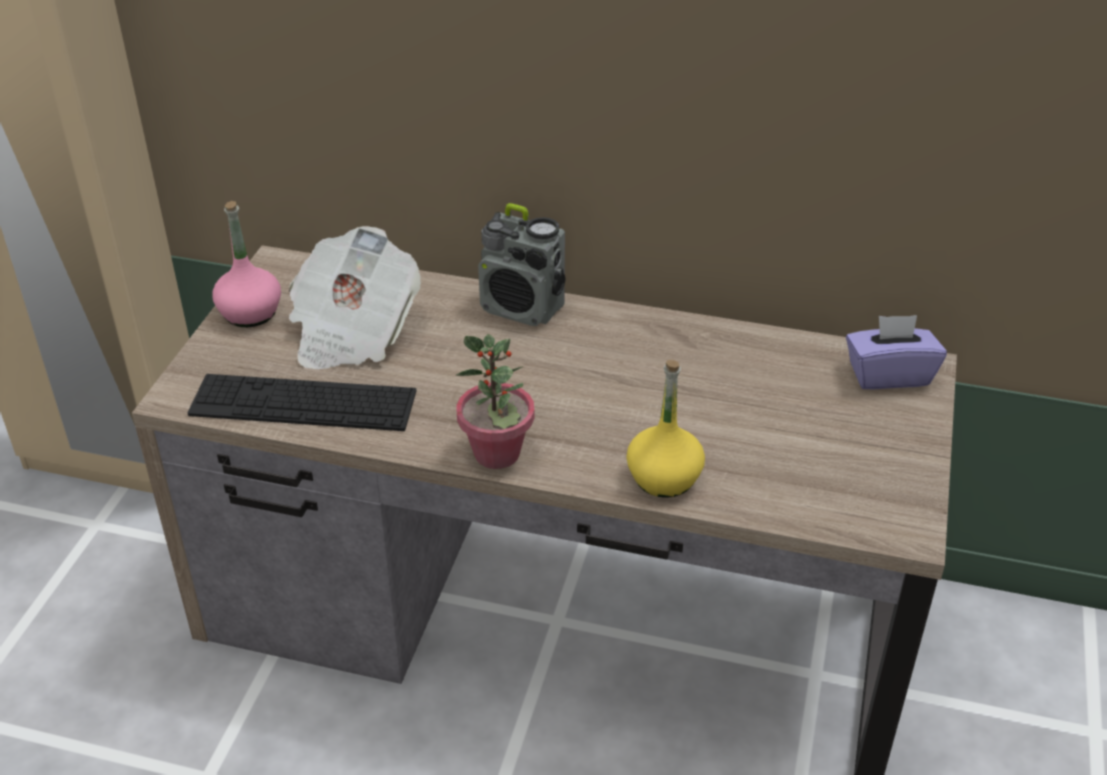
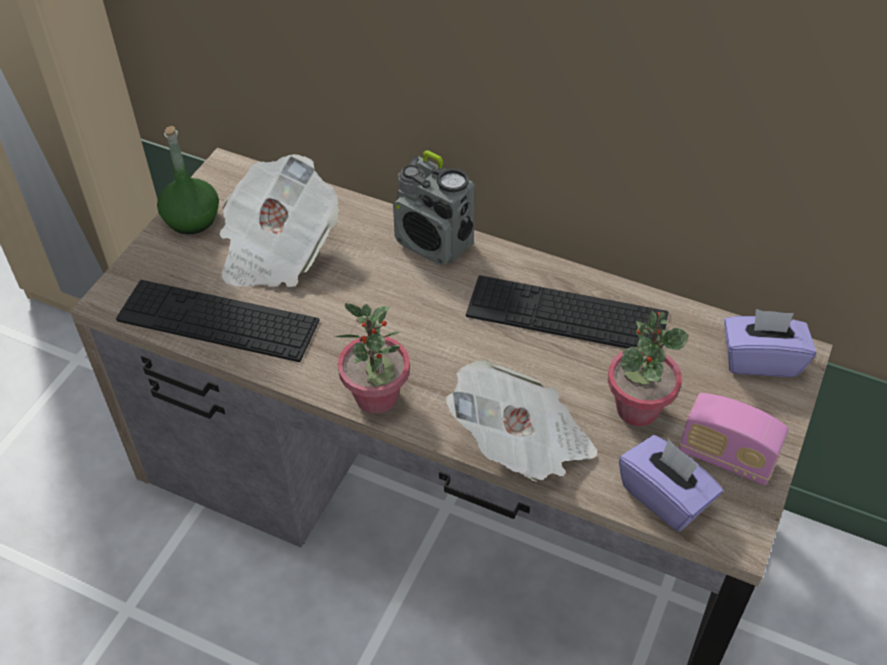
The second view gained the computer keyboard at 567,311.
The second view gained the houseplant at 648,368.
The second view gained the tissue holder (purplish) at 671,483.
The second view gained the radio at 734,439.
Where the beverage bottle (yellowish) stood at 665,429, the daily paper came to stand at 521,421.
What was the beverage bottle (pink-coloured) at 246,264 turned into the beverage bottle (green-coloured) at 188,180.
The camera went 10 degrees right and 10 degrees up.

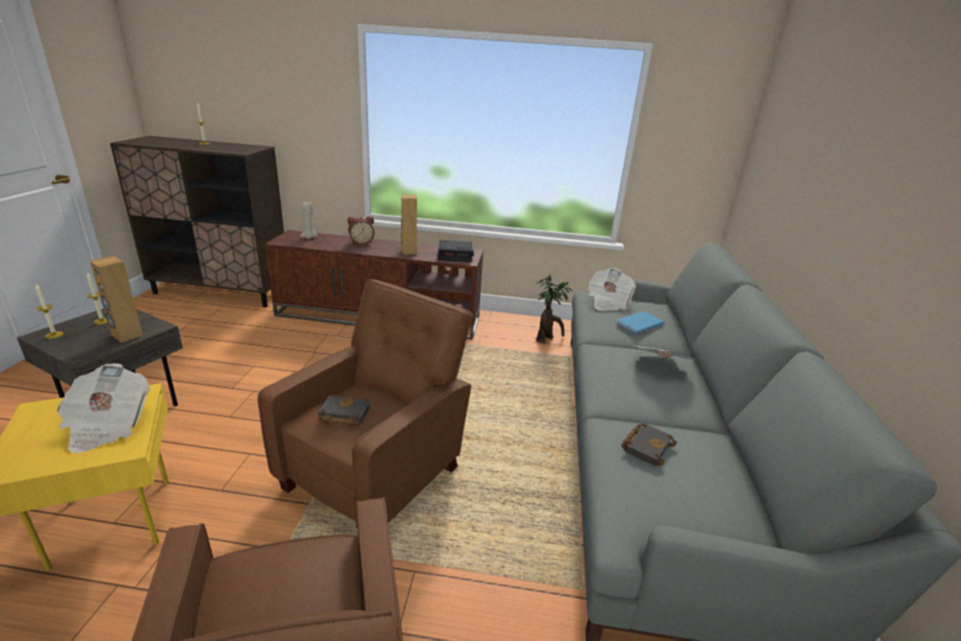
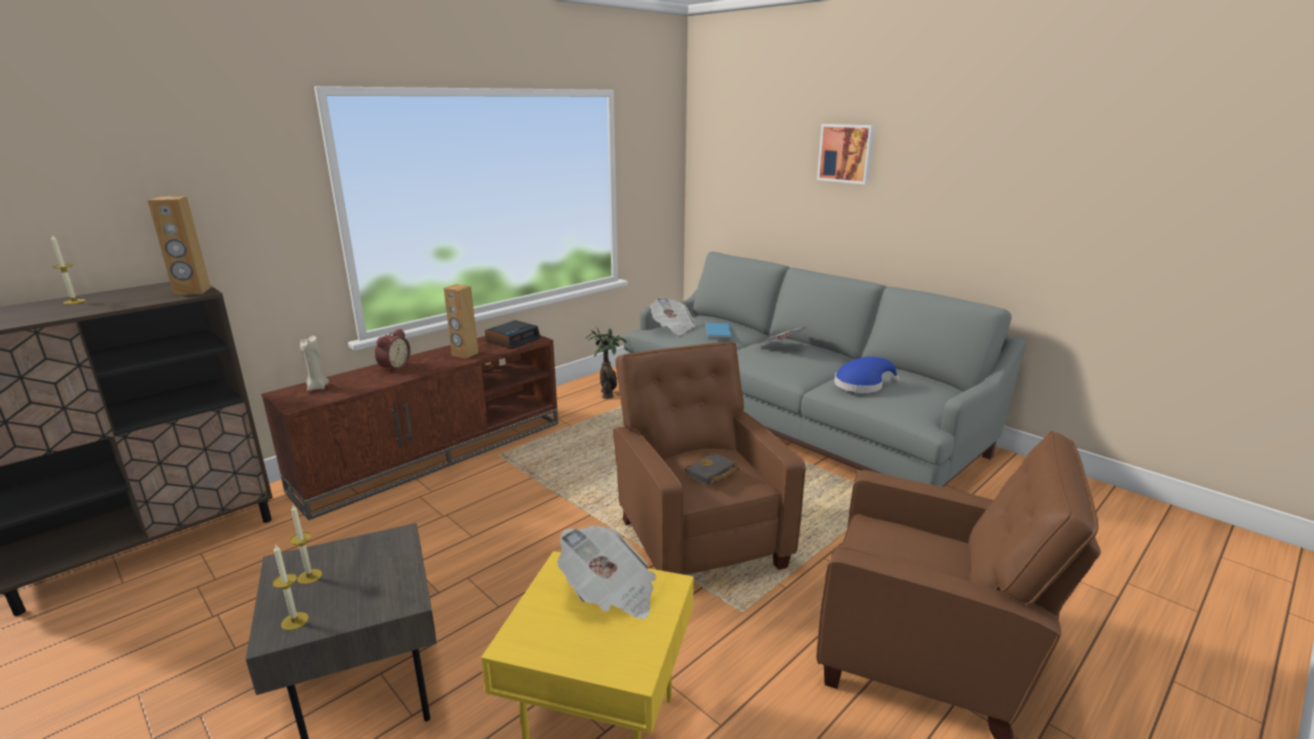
The second view gained the picture at 846,154.
The speaker (brownish) ended up elsewhere, having gone from 116,299 to 179,245.
Where the book (black) stood at 649,445, the wearable hat (blue) came to stand at 866,375.
The camera went 50 degrees left and 5 degrees down.

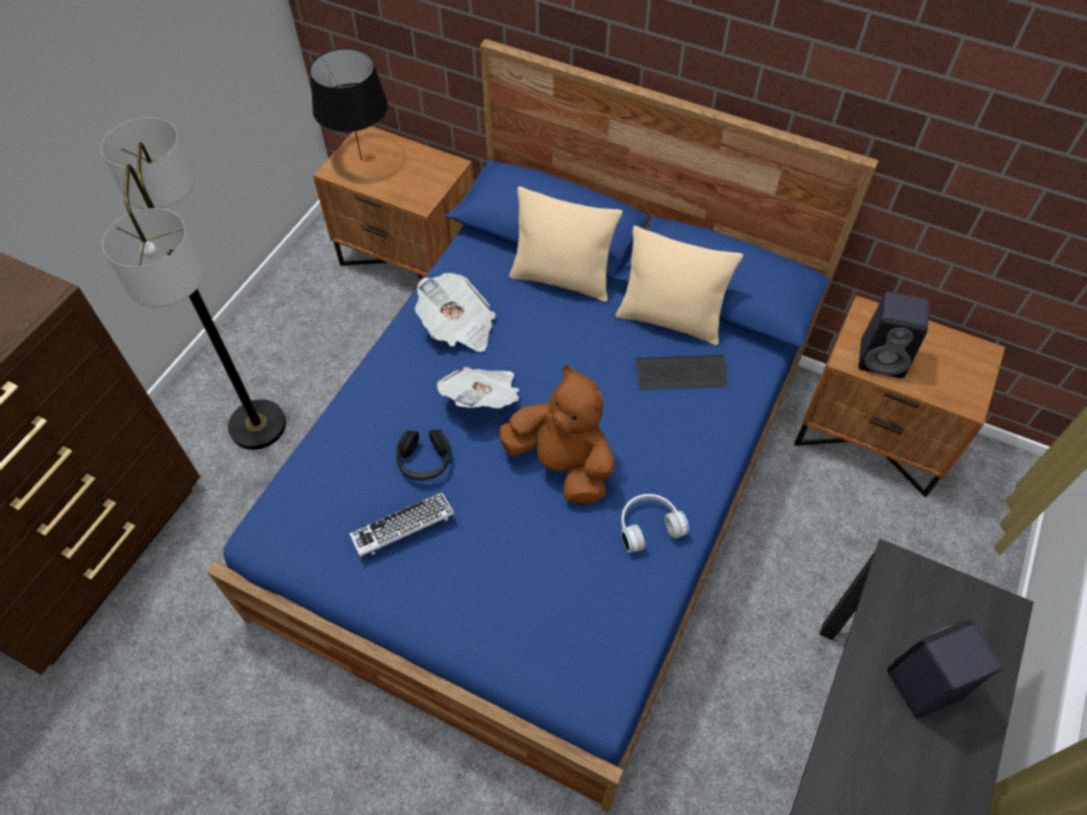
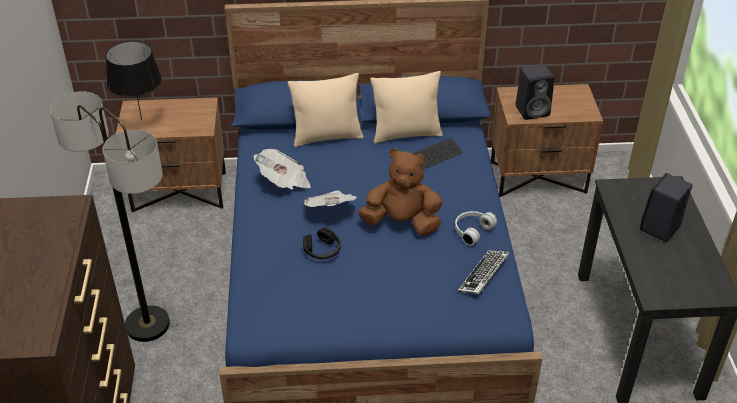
The computer keyboard ended up elsewhere, having gone from 401,524 to 483,272.
The camera went 30 degrees left and 15 degrees down.

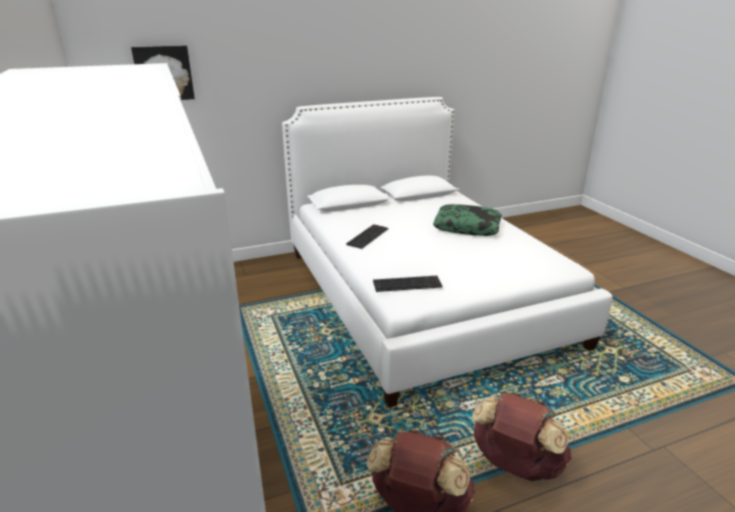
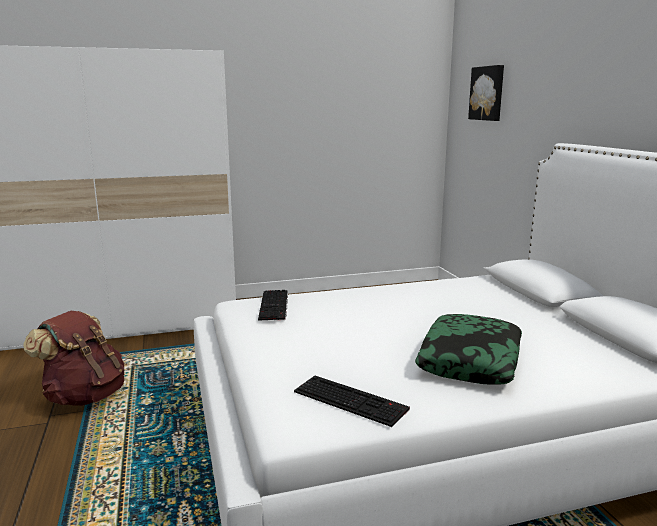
The second view lost the knapsack (brownish) at 522,436.
The computer keyboard ended up elsewhere, having gone from 367,236 to 352,401.
The camera went 95 degrees right and 10 degrees down.

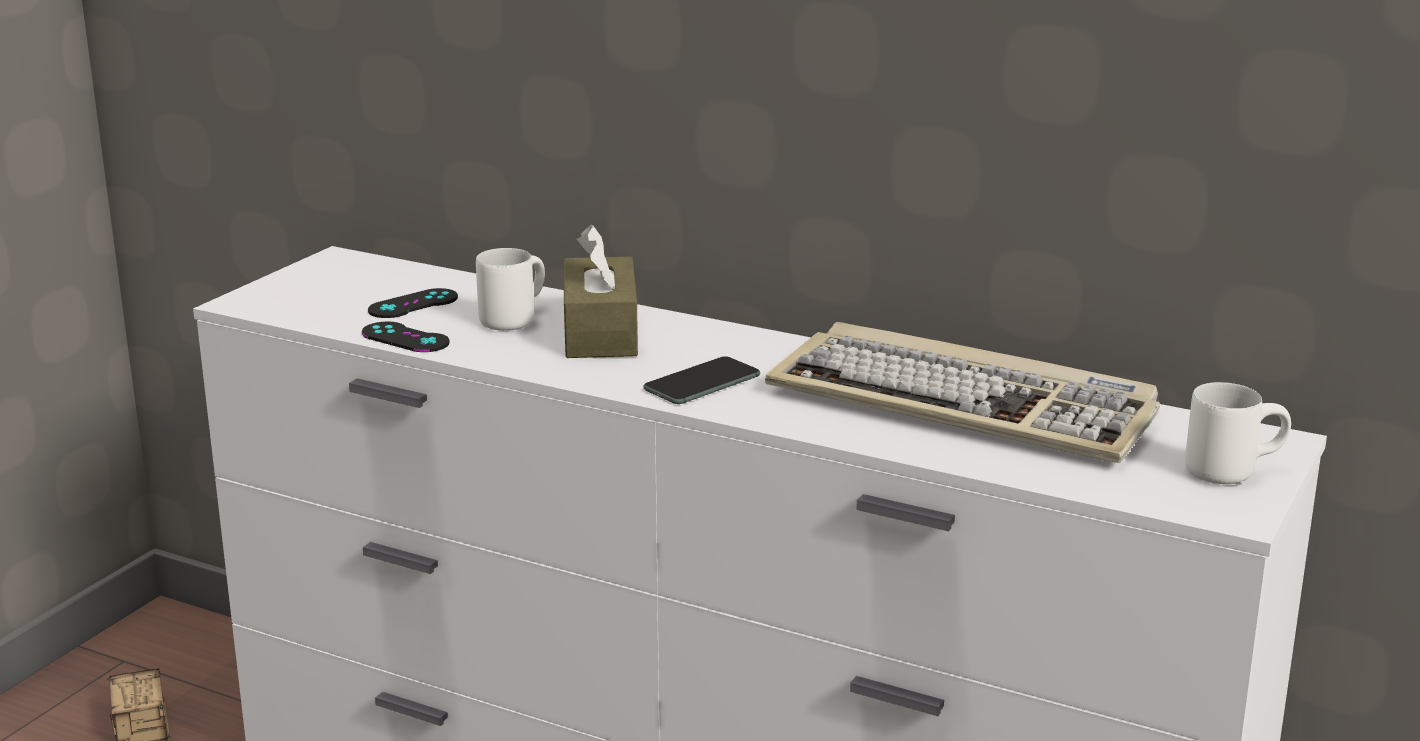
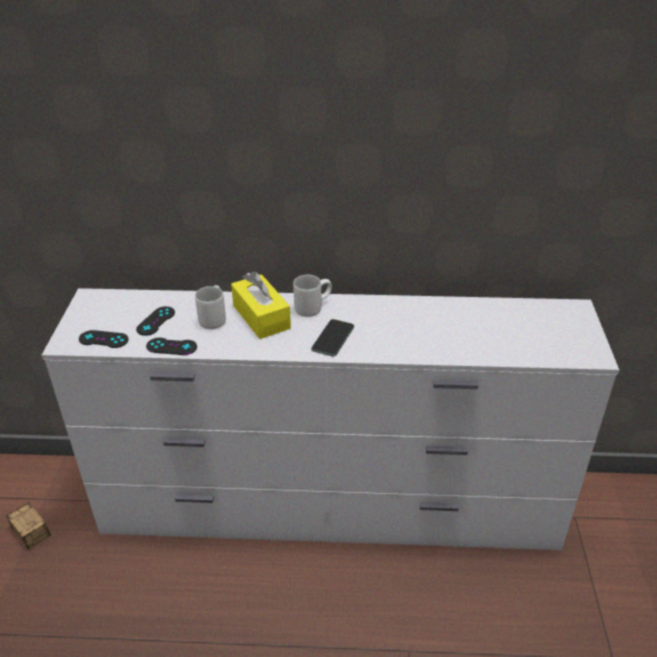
The second view lost the computer keyboard at 962,392.
The second view gained the game controller (black) at 104,339.
The tea mug (white) ended up elsewhere, having gone from 1238,433 to 312,296.
What was the tissue holder (brownish) at 601,291 turned into the tissue holder (yellowish) at 261,305.
The camera went 25 degrees left and 15 degrees up.

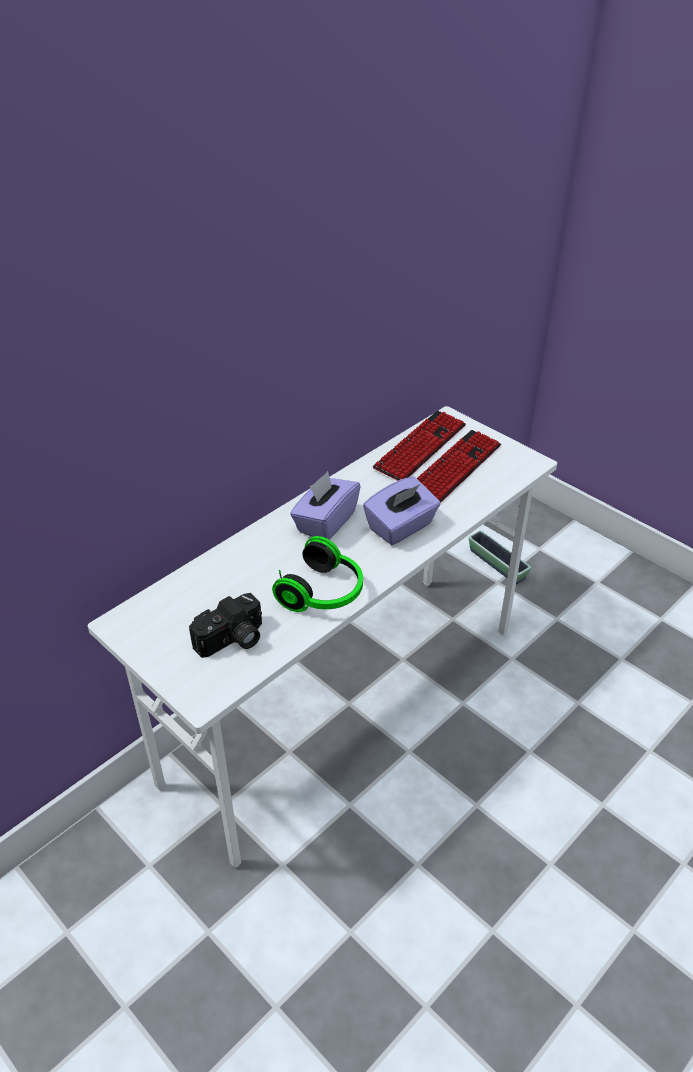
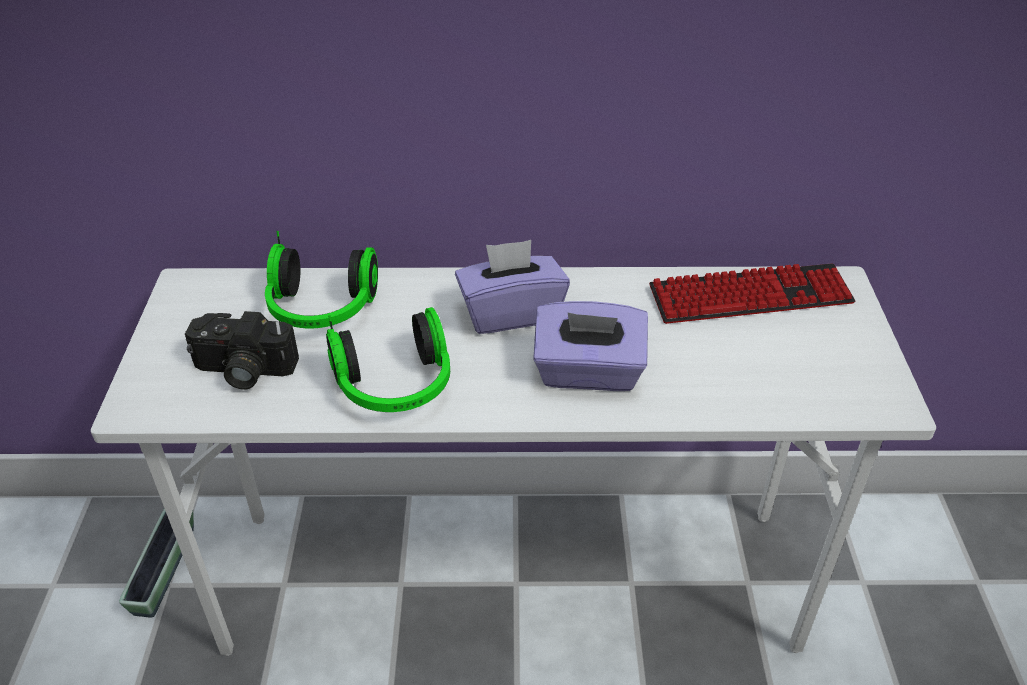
The second view lost the computer keyboard at 459,466.
The second view gained the headphones at 321,279.
The planter ended up elsewhere, having gone from 500,557 to 156,563.
The camera went 45 degrees right and 0 degrees up.

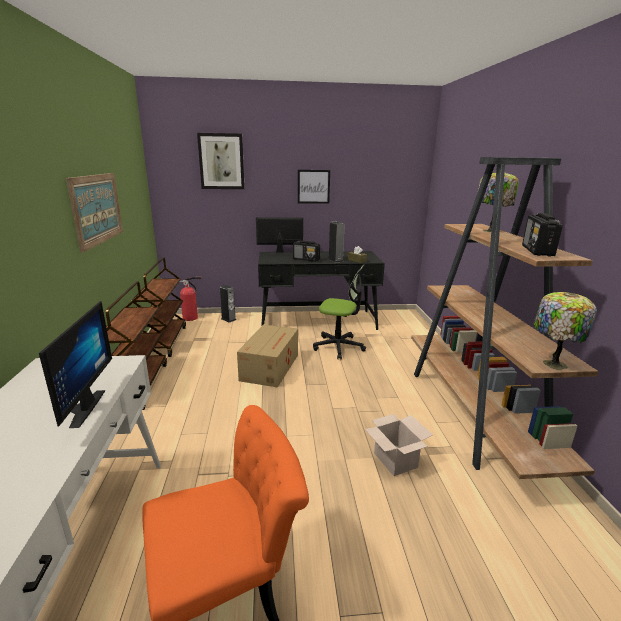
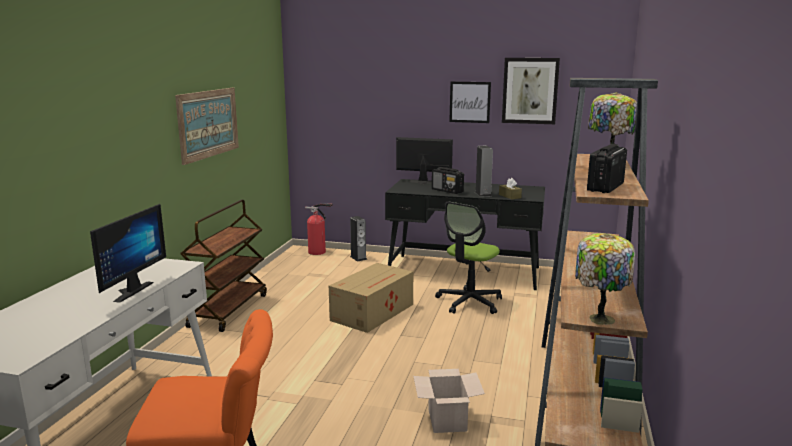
The second view lost the cart (brownish) at 158,307.
The picture ended up elsewhere, having gone from 221,161 to 531,91.
The computer chair at 339,311 ended up facing another way, 90 degrees clockwise from before.
The camera went 20 degrees right and 5 degrees down.

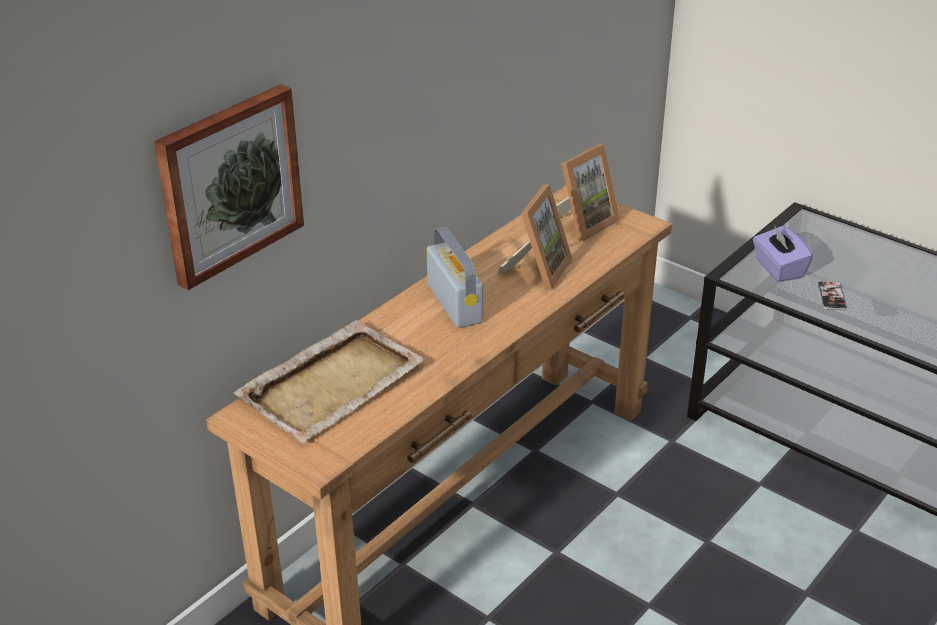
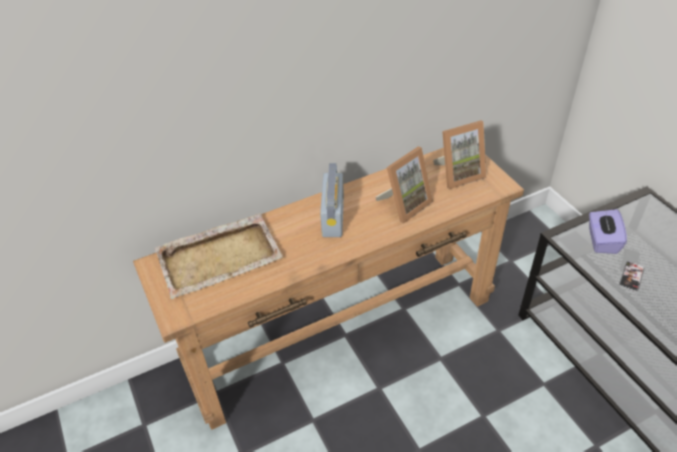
The second view lost the picture at 229,187.
The camera went 25 degrees right and 10 degrees up.

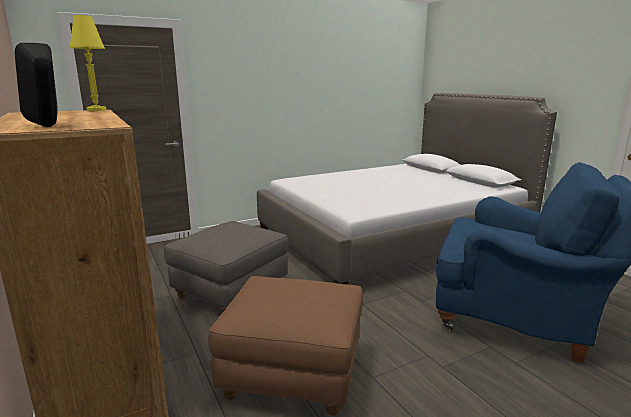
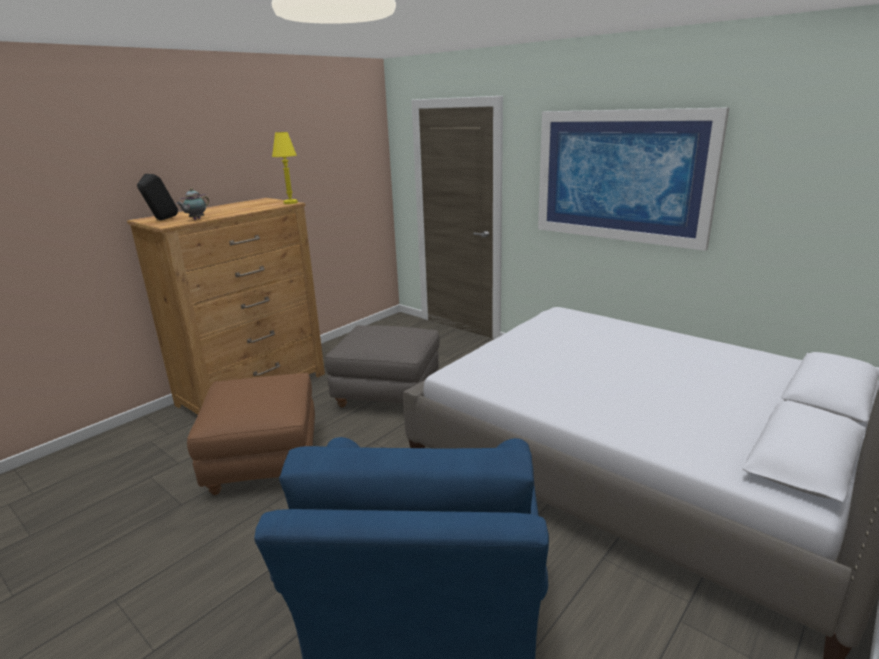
The second view gained the tea pot at 192,204.
The second view gained the picture at 633,179.
The camera went 70 degrees right and 5 degrees up.

